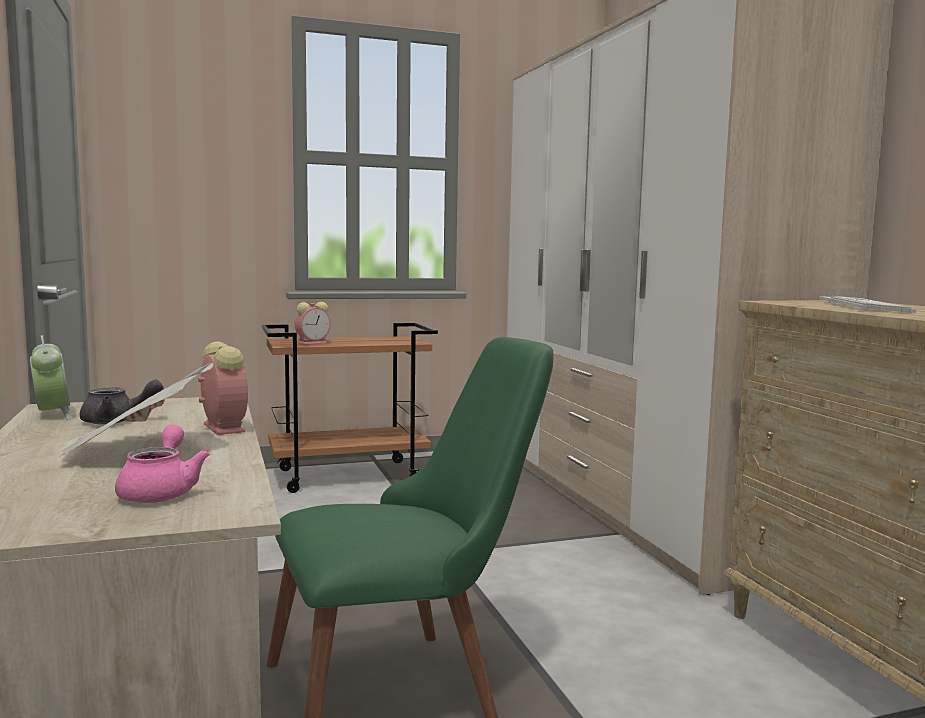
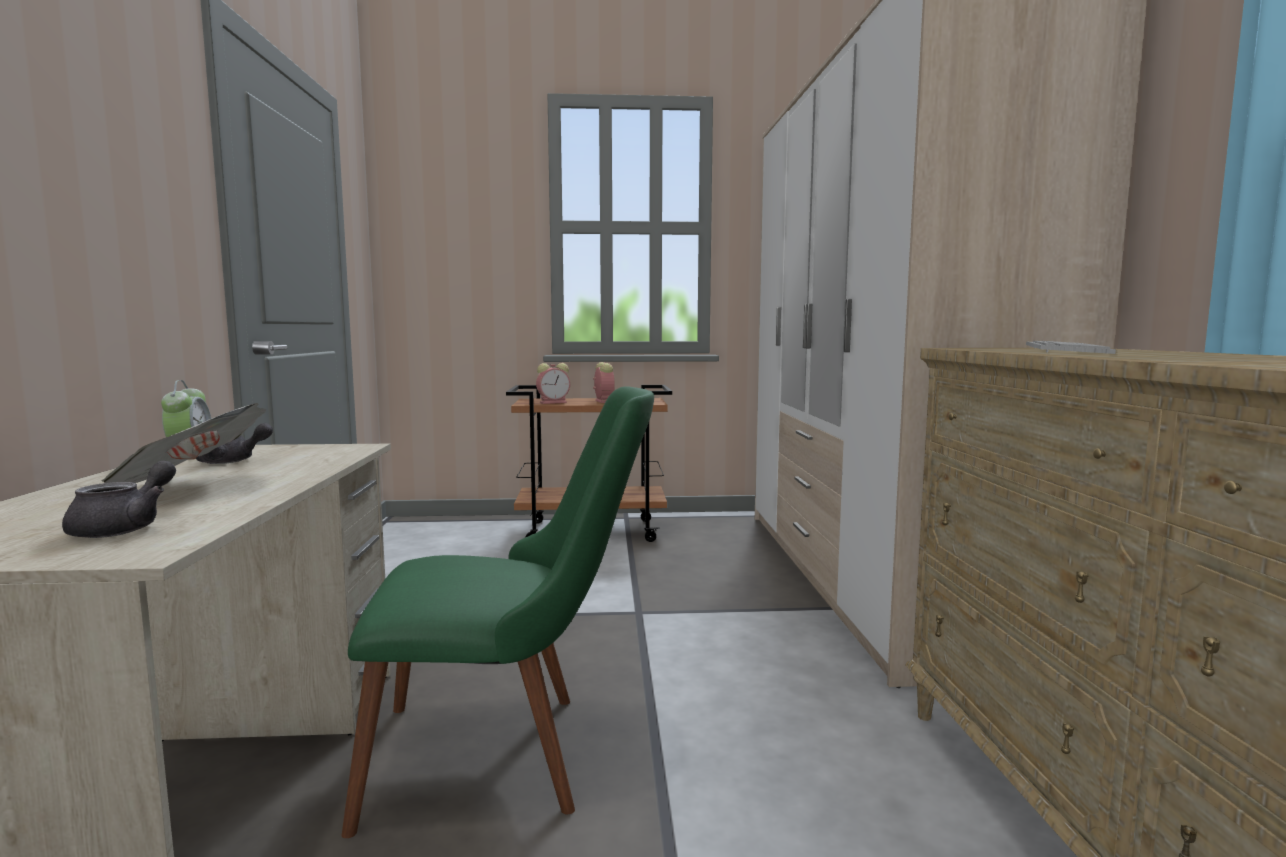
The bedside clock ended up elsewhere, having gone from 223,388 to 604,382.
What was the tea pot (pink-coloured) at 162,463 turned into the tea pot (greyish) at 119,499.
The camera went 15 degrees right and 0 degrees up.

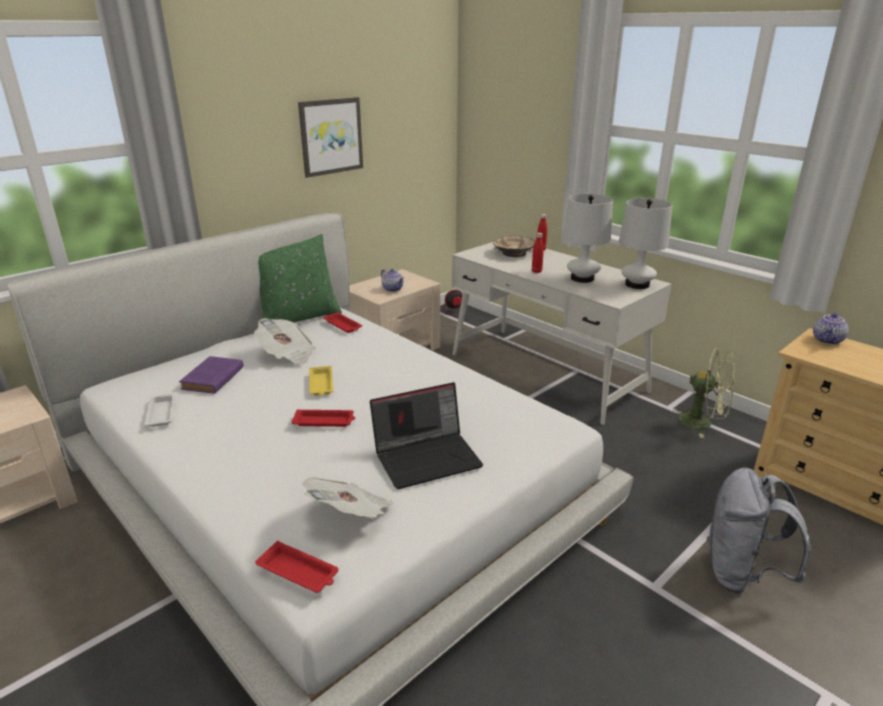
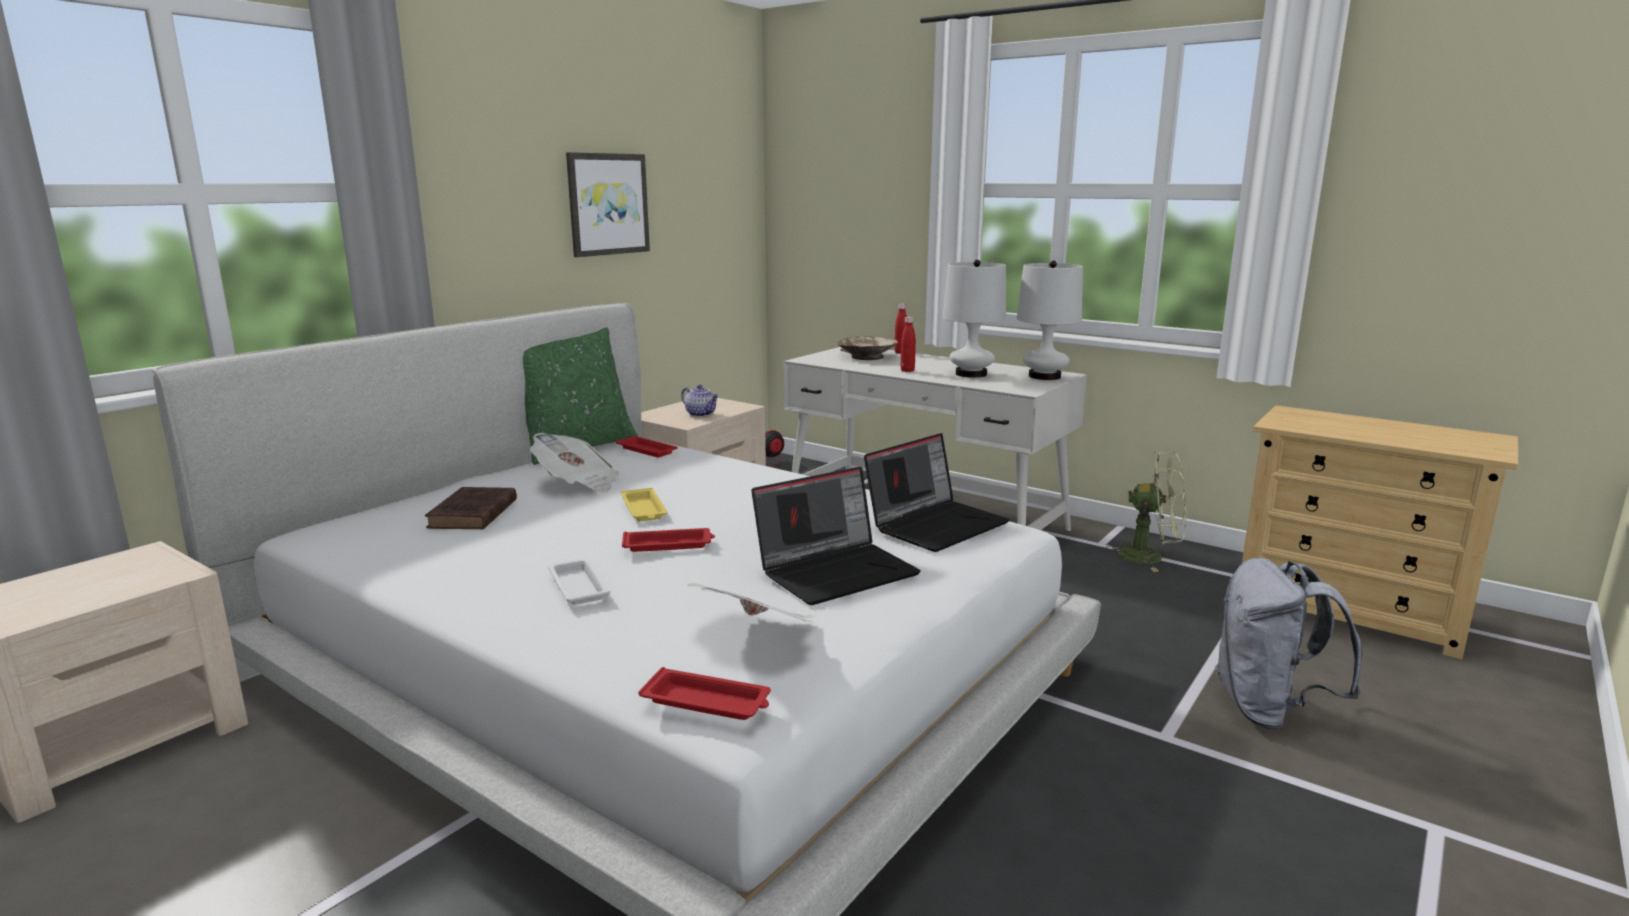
The second view lost the tea pot at 831,328.
The second view gained the portable computer at 937,492.
The tray (white) ended up elsewhere, having gone from 160,410 to 579,581.
What was the book (purplish) at 211,375 turned into the book (brownish) at 471,508.
The camera went 10 degrees left and 10 degrees down.

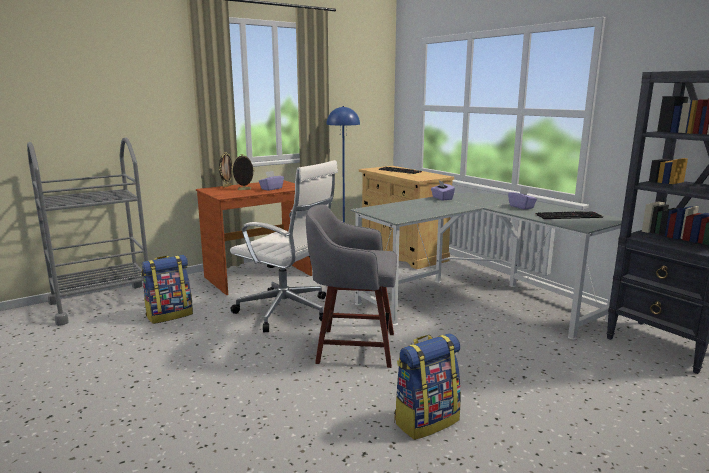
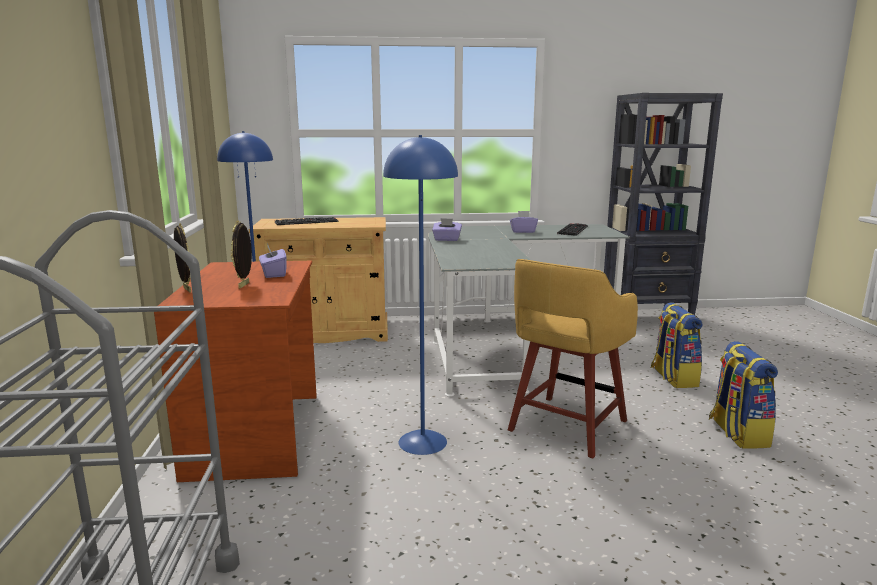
The knapsack ended up elsewhere, having gone from 167,289 to 676,345.
Where the computer chair (white) stood at 284,246, the standard lamp (blue) came to stand at 420,295.
What was the sitting stool (greyish) at 351,286 turned into the sitting stool (yellowish) at 573,359.
The camera went 60 degrees left and 0 degrees up.

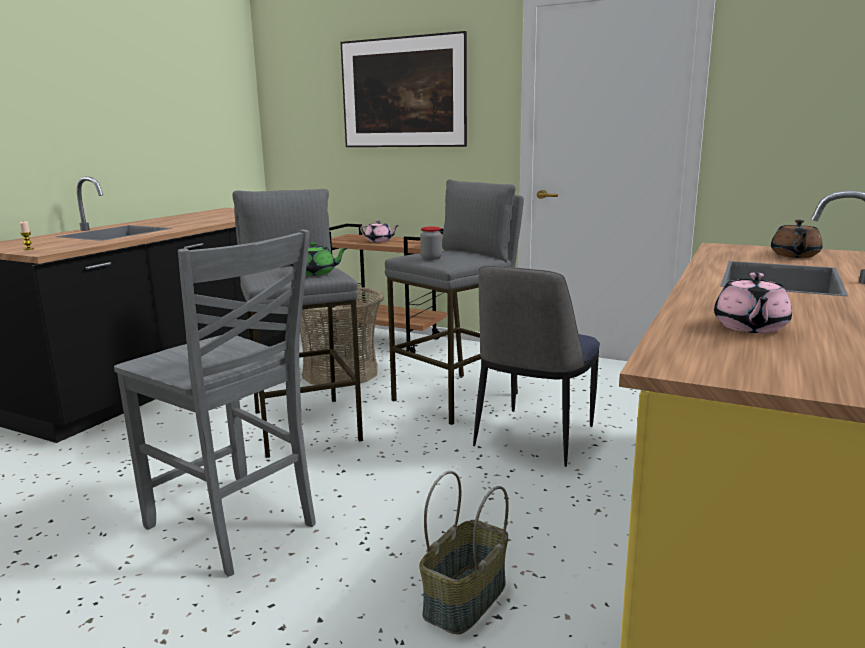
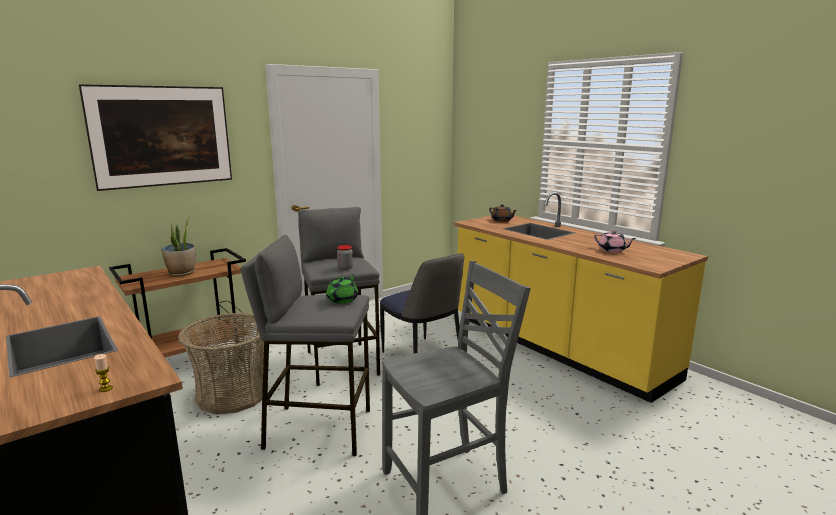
The second view lost the household basket at 464,552.
Where the tea pot (pink-coloured) stood at 379,231, the houseplant came to stand at 178,247.
The camera went 65 degrees left and 0 degrees up.

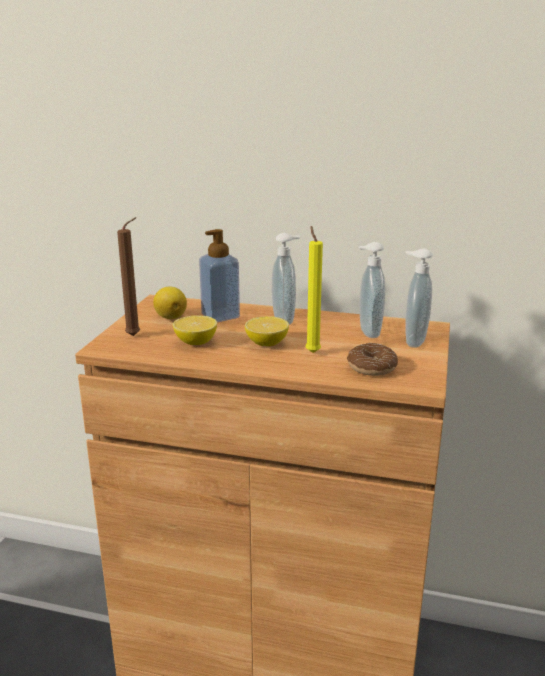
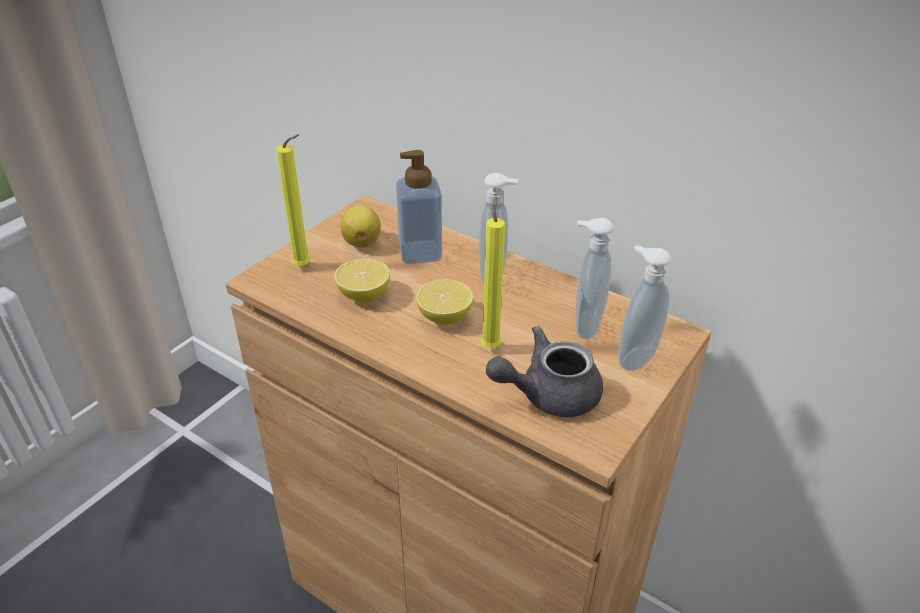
Where the doughnut stood at 372,359, the tea pot (greyish) came to stand at 544,371.
What was the wax candle (brownish) at 128,276 turned into the wax candle (yellowish) at 293,200.
The camera went 20 degrees right and 15 degrees up.

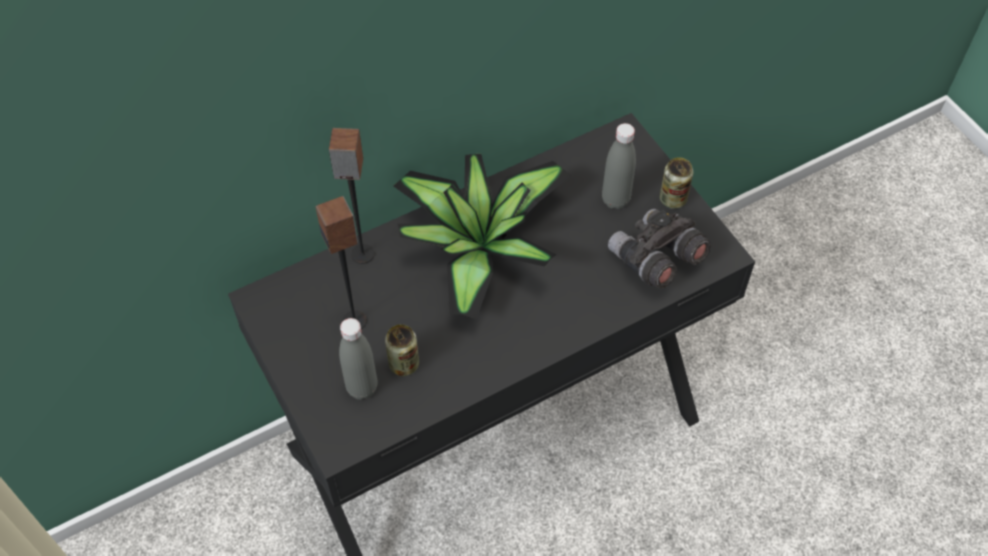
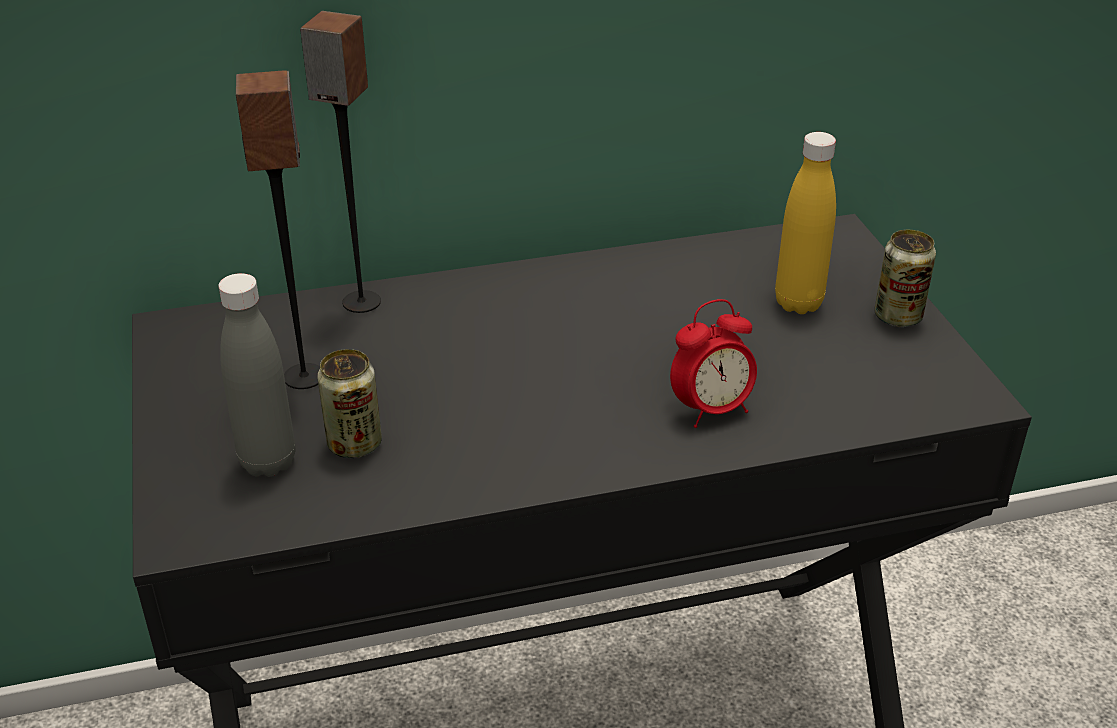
The second view lost the houseplant at 482,236.
The second view lost the pair of binoculars (greyish) at 659,249.
The second view gained the bedside clock at 713,363.
What was the beverage bottle (greyish) at 619,166 turned into the beverage bottle (yellowish) at 805,223.
The camera went 15 degrees right and 20 degrees down.

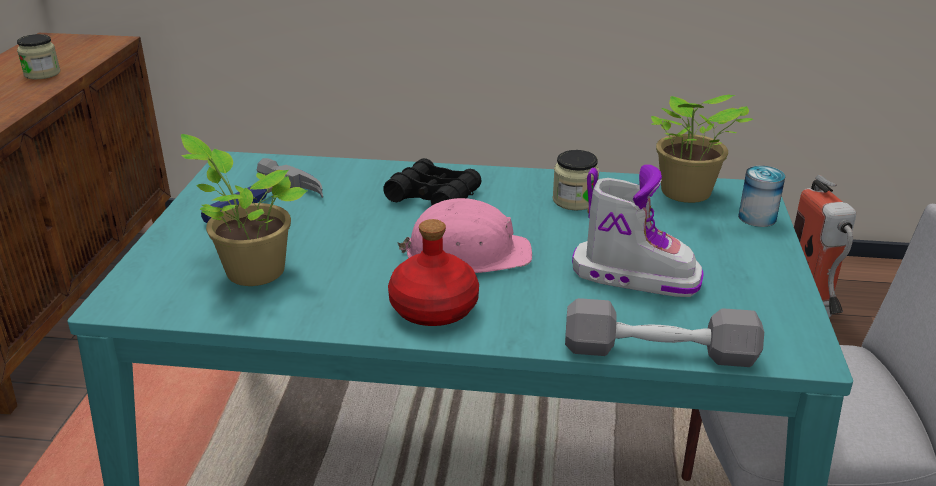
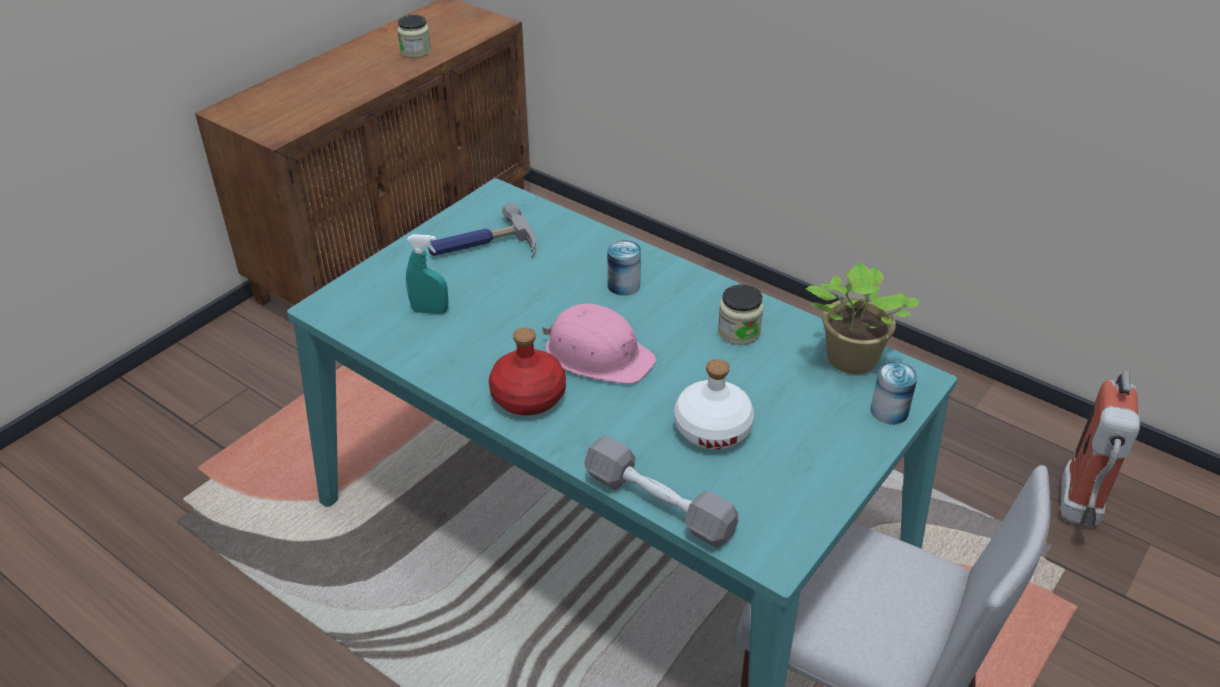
Where the houseplant stood at 244,210, the spray bottle (turquoise-coloured) came to stand at 427,274.
Where the pair of binoculars (black) stood at 433,181, the metal can came to stand at 624,268.
Where the high-top boot stood at 637,231, the beverage bottle (white) came to stand at 714,404.
The camera went 30 degrees right and 10 degrees up.

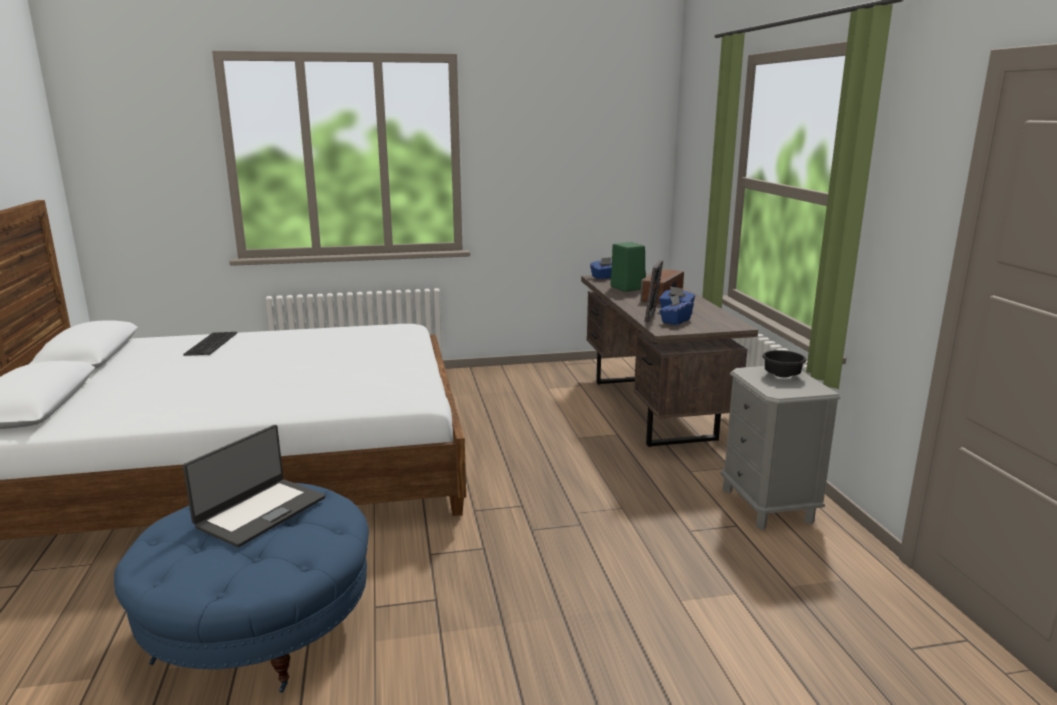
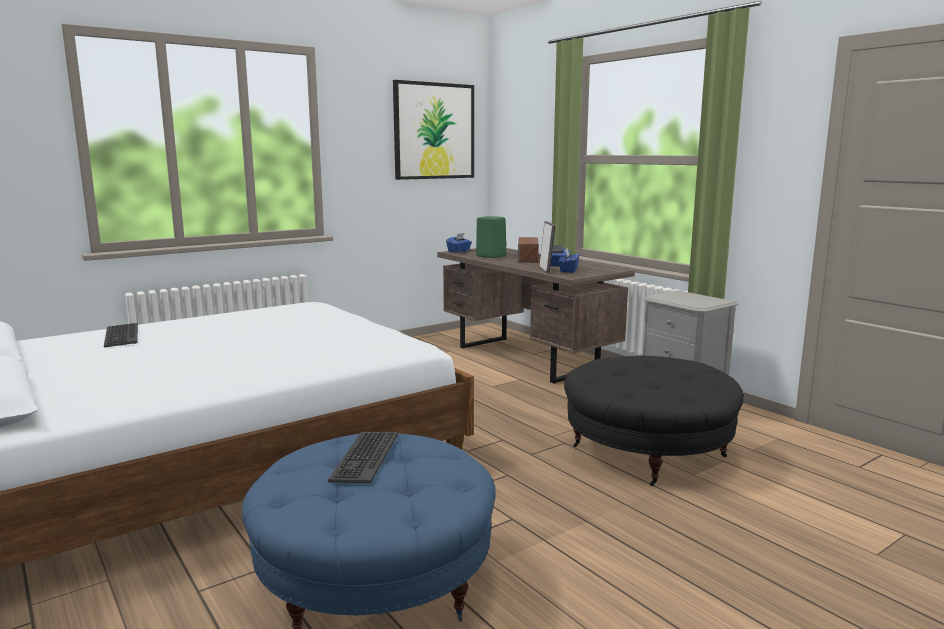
The second view lost the bowl (black) at 784,364.
The second view gained the picture at 433,130.
The second view gained the footrest (black) at 654,421.
Where the portable computer stood at 254,486, the computer keyboard came to stand at 363,457.
The camera went 25 degrees left and 5 degrees down.

